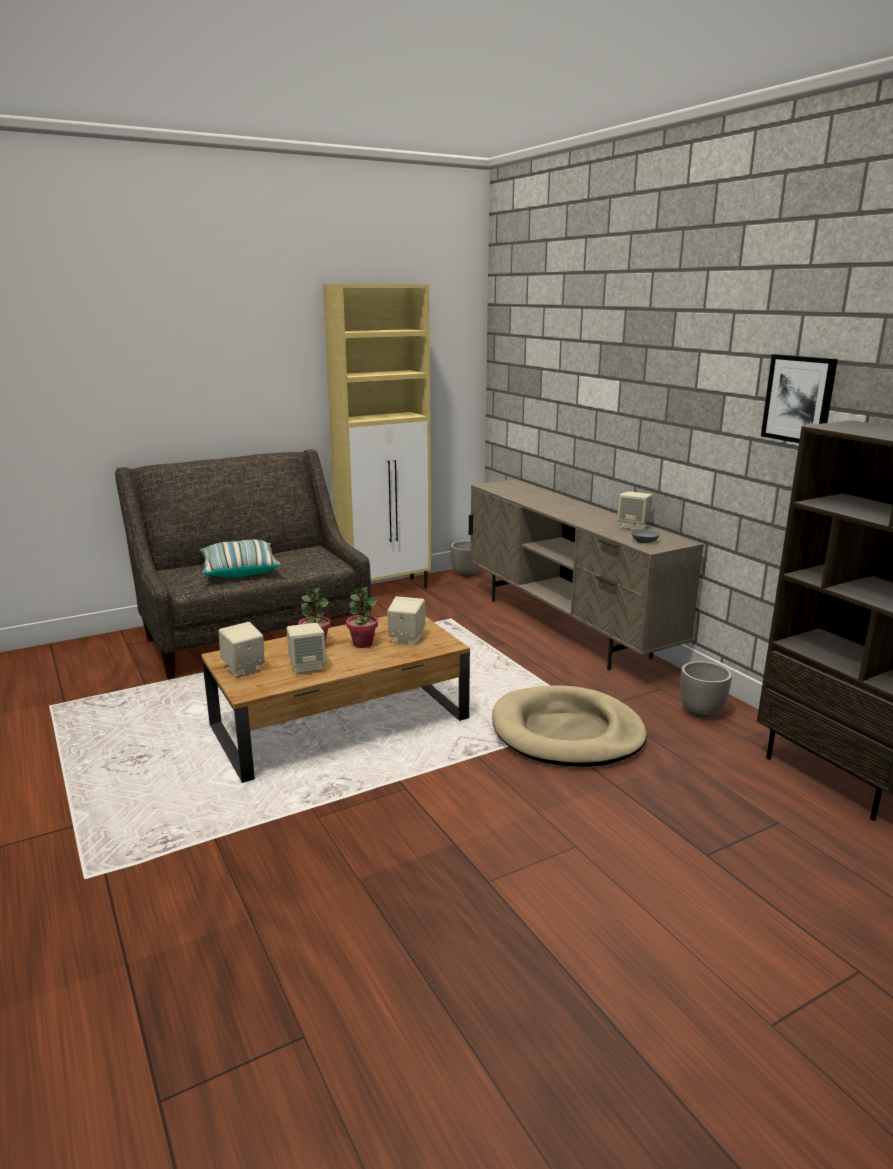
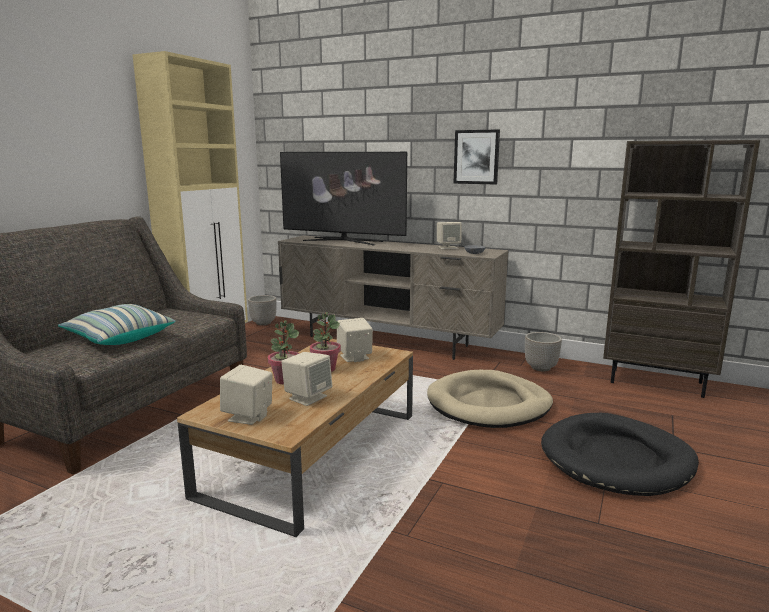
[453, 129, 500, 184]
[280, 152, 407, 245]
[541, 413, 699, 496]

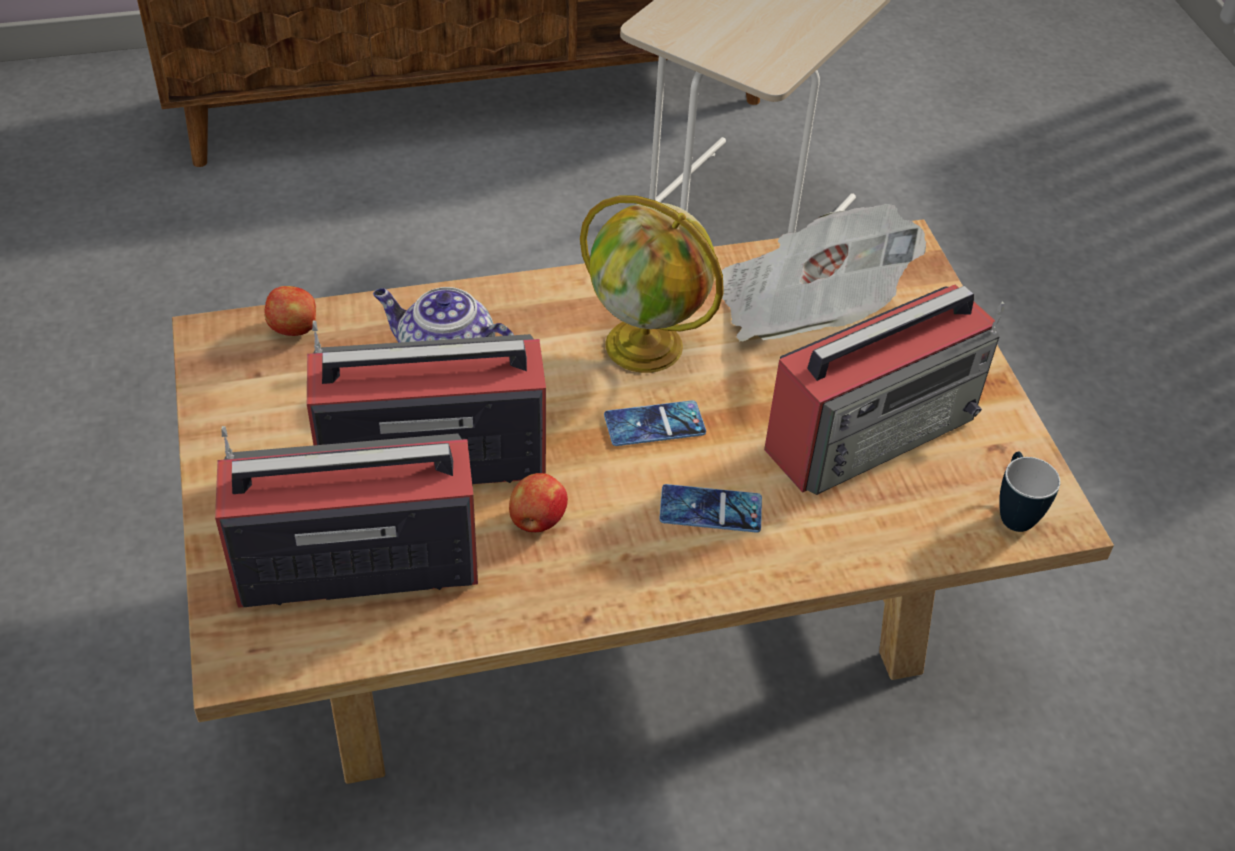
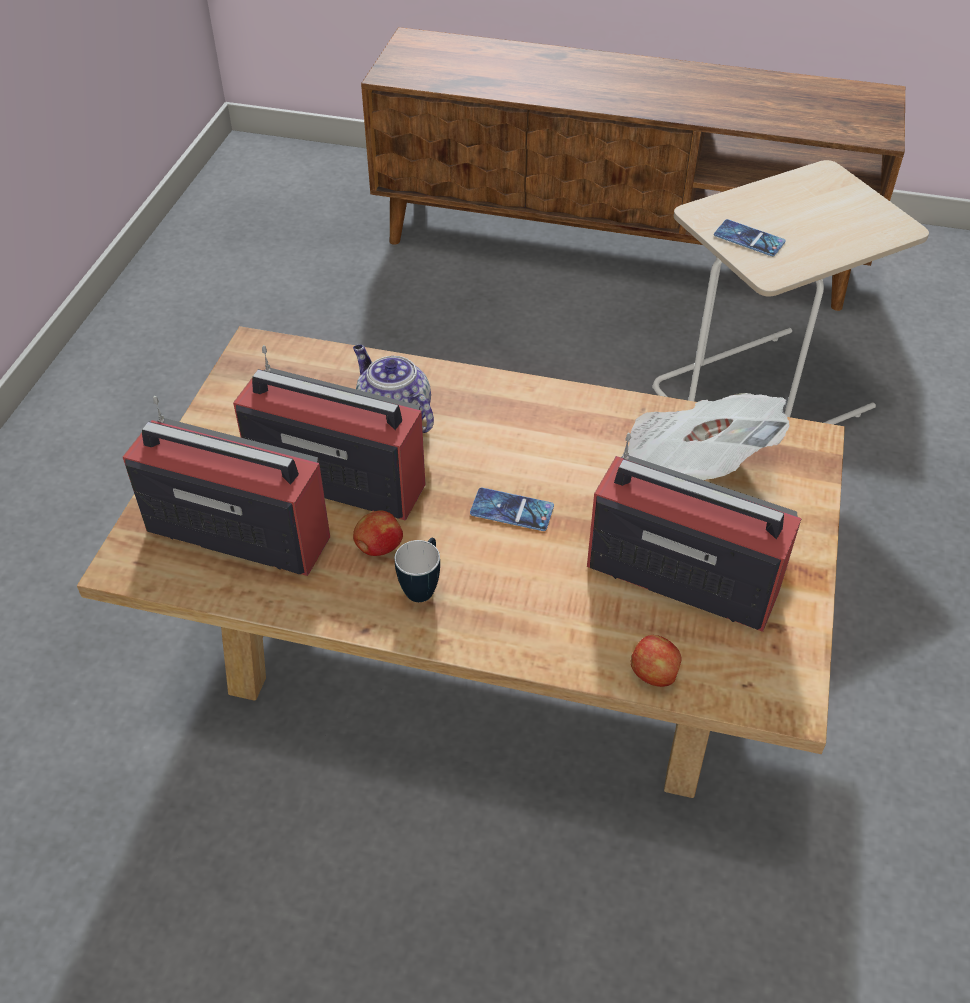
[580, 195, 724, 373] (first image)
[587, 432, 802, 632]
[631, 635, 682, 687]
[395, 538, 440, 602]
[714, 219, 786, 256]

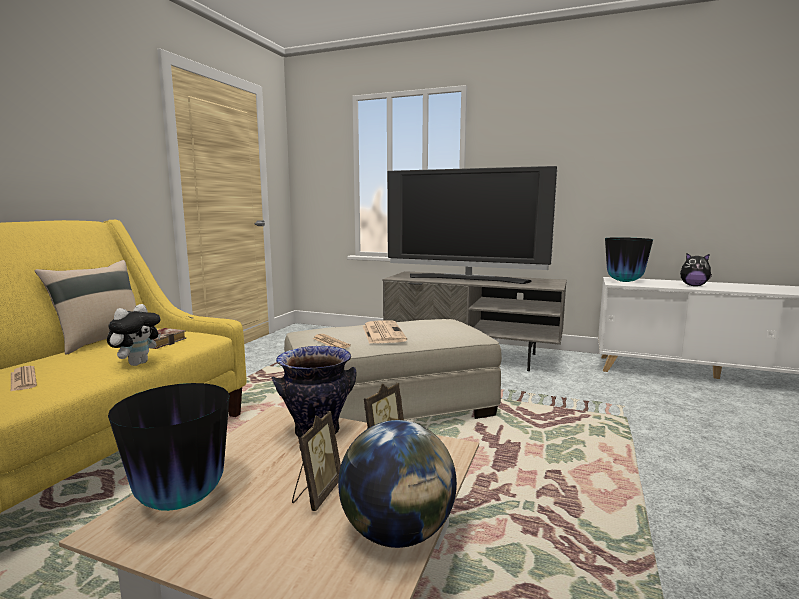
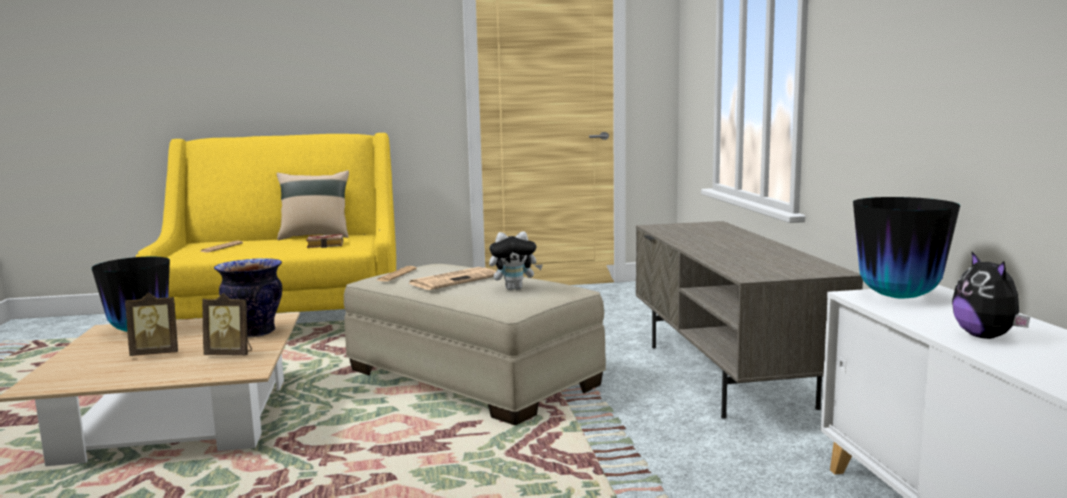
[388, 166, 557, 284] (first image)
[489, 231, 543, 290]
[338, 420, 457, 548] (first image)

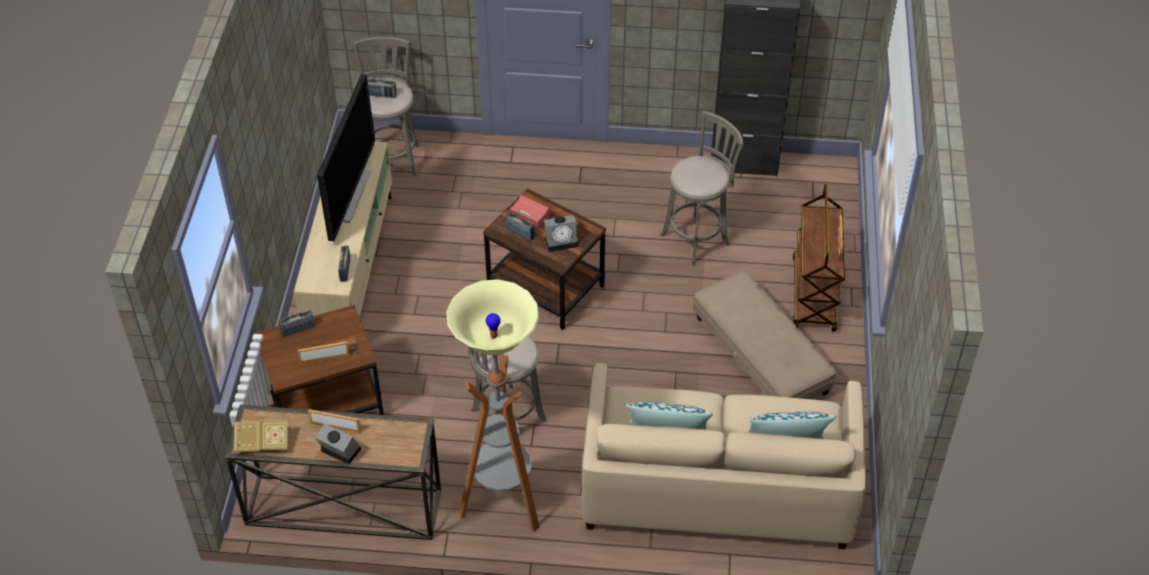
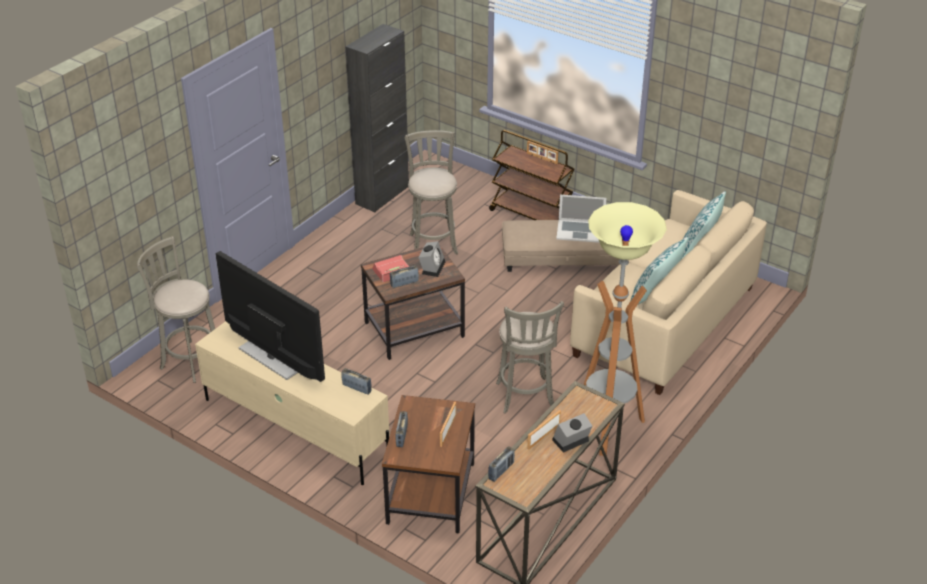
[488, 446, 515, 482]
[234, 420, 288, 452] (first image)
[556, 195, 606, 243]

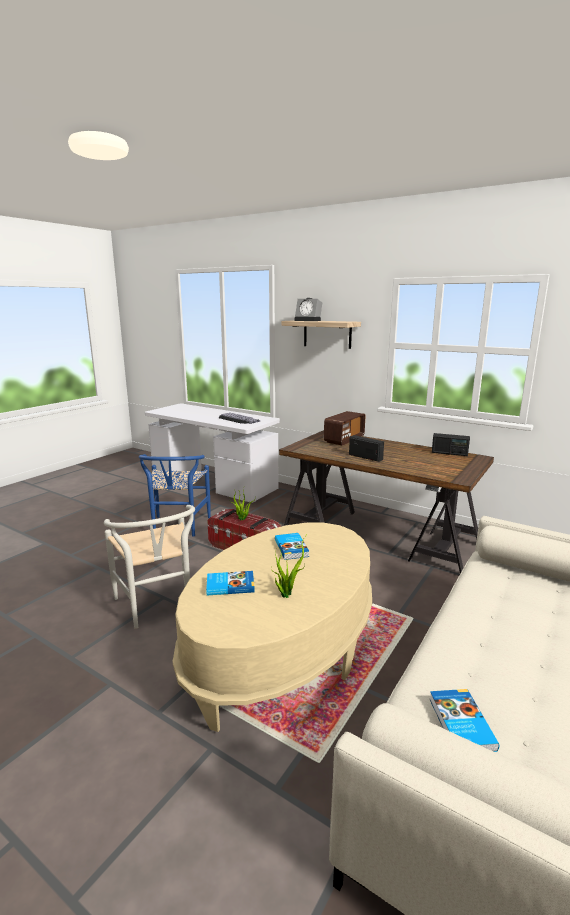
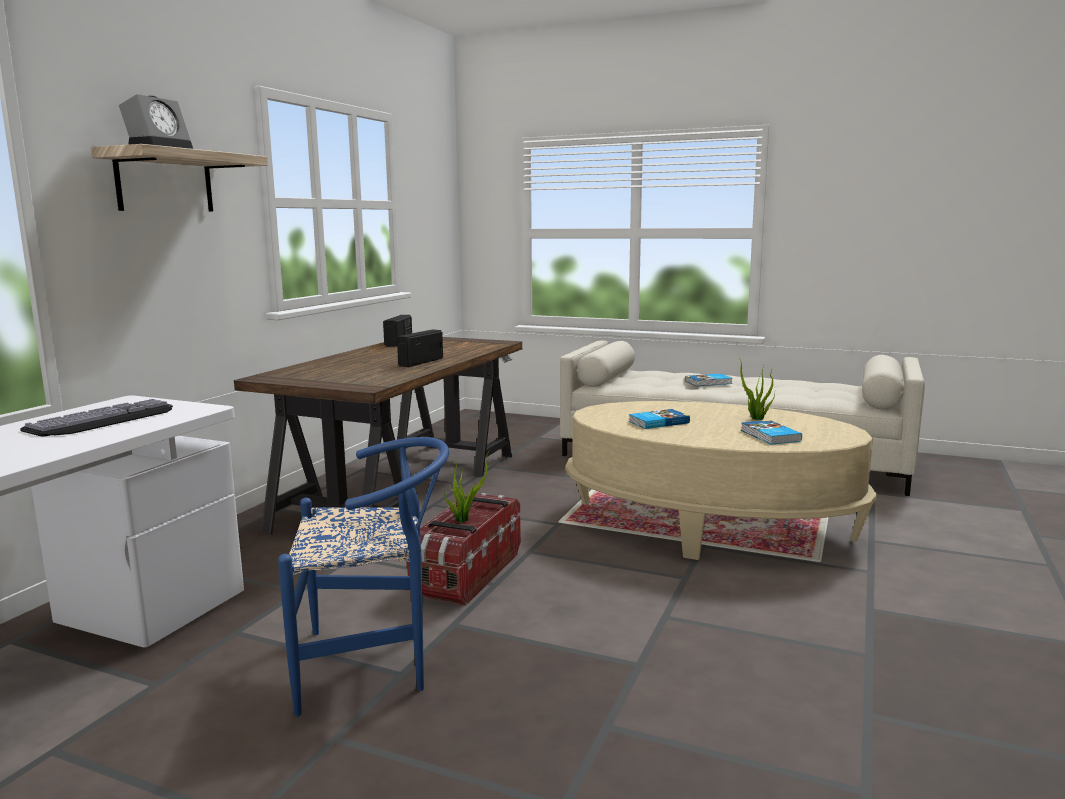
[324, 411, 365, 446] (first image)
[104, 505, 195, 629] (first image)
[685, 374, 732, 386]

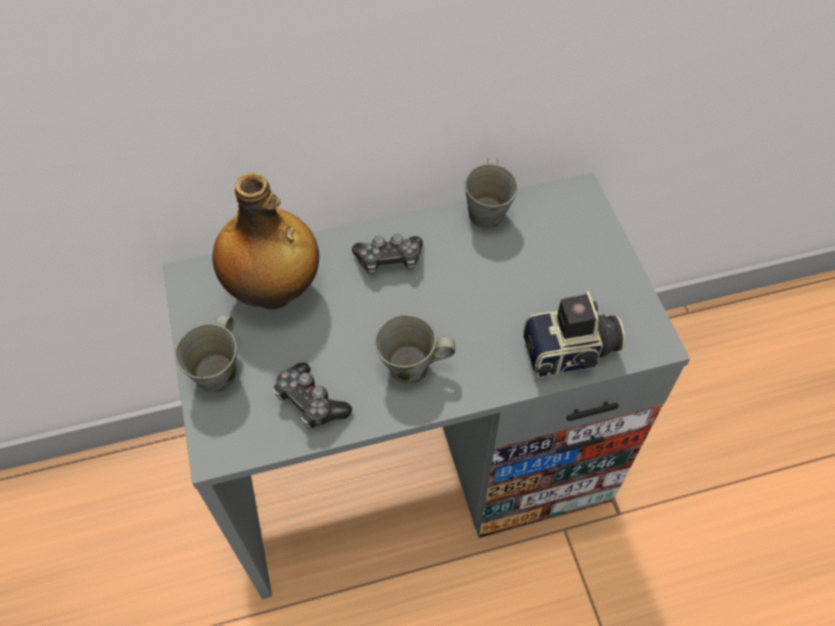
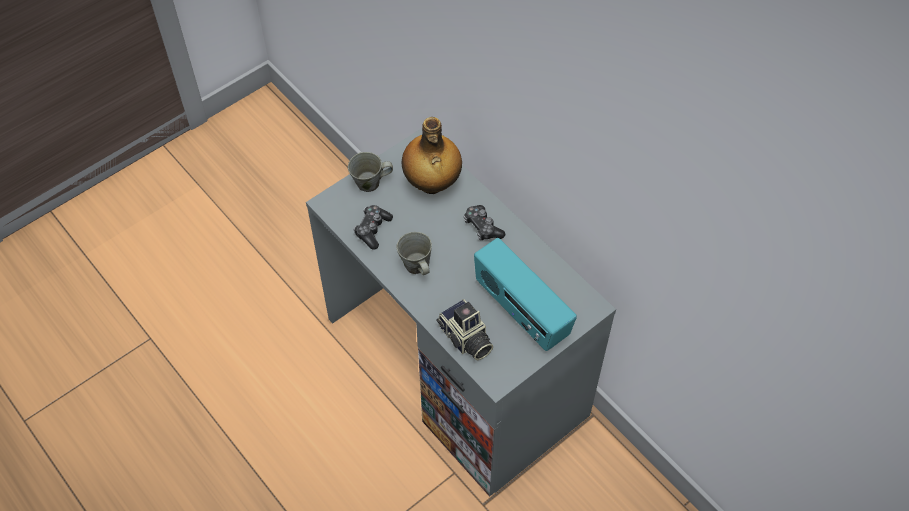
[465, 158, 518, 228] (first image)
[474, 238, 577, 351]

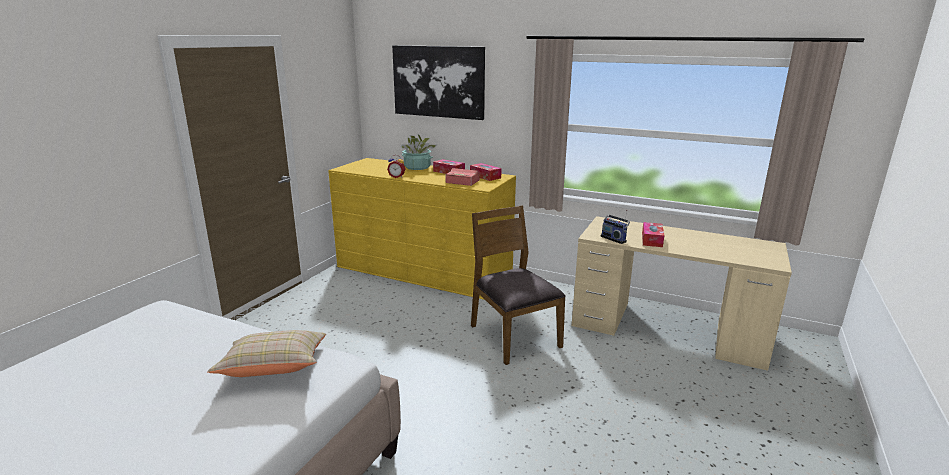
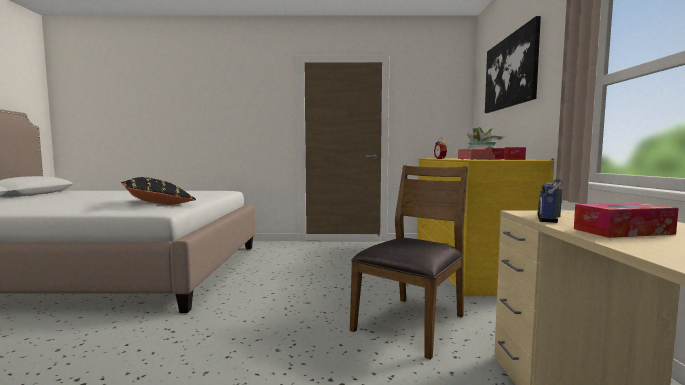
[121, 177, 196, 205]

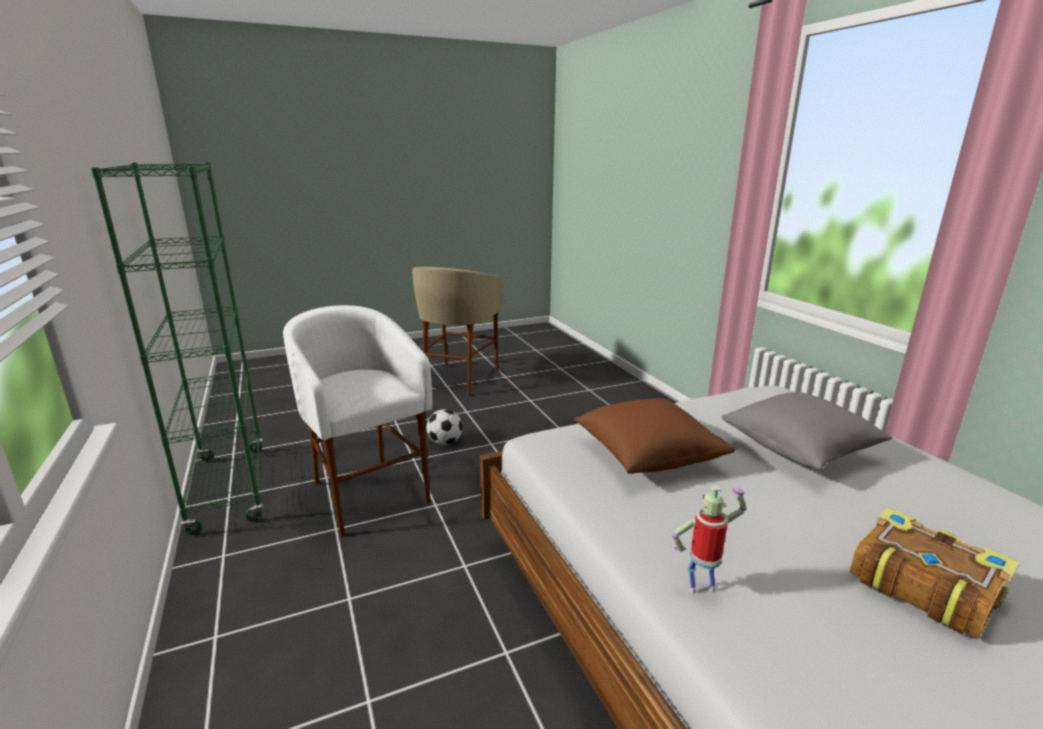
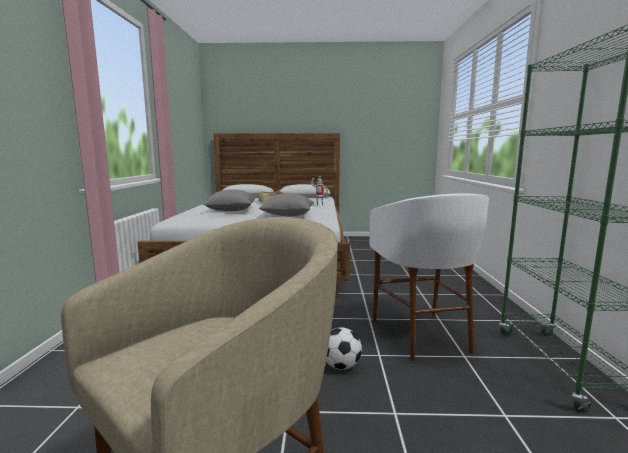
[259, 193, 314, 216]

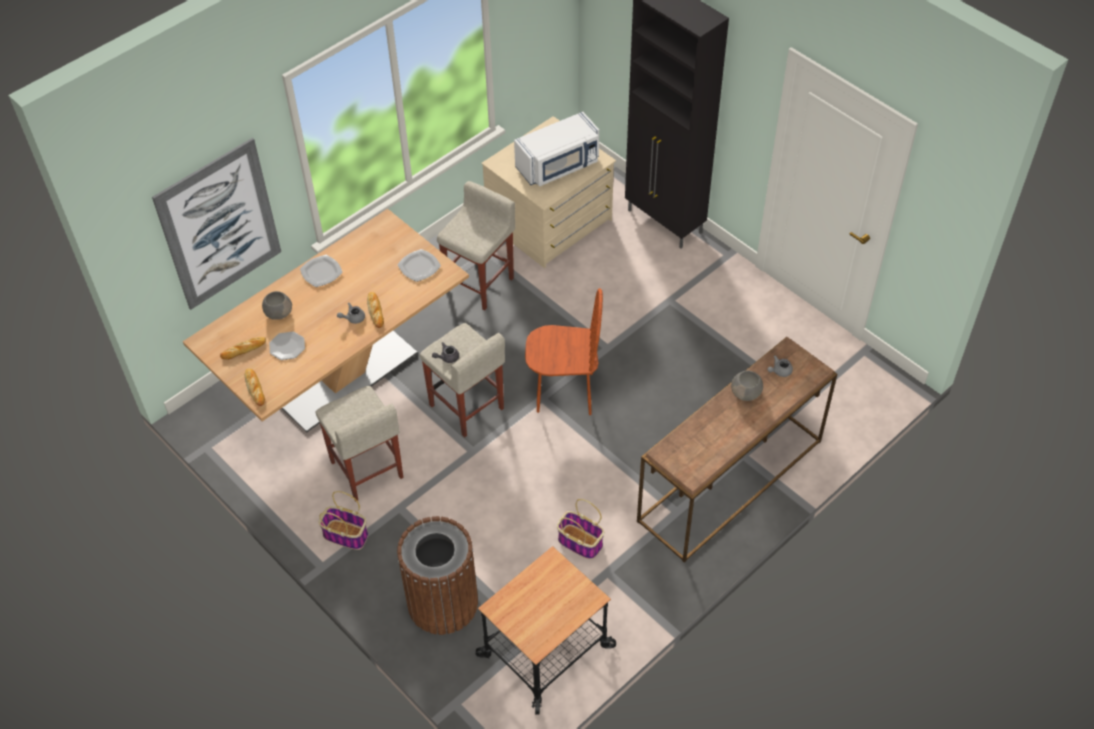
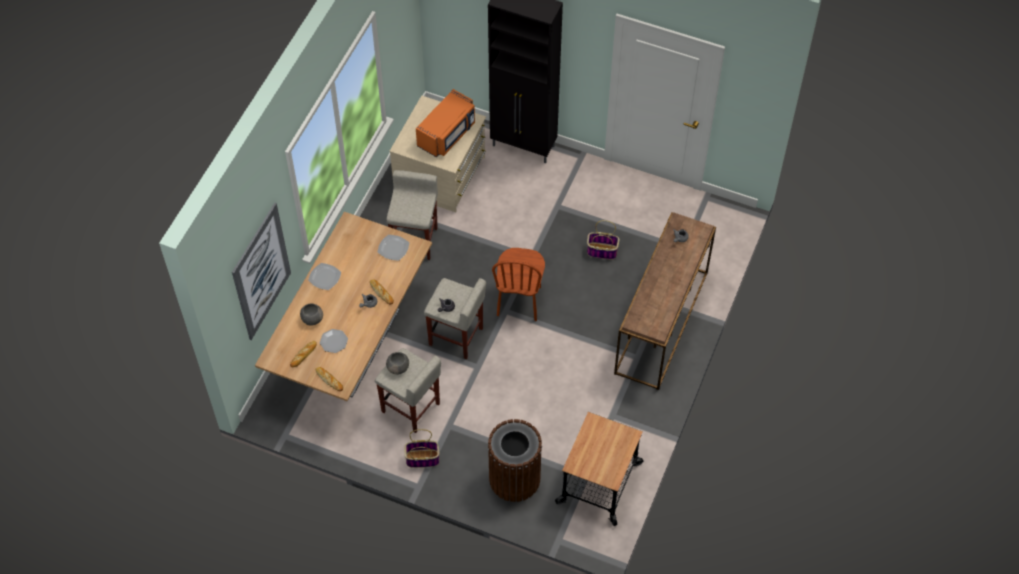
[416, 89, 475, 157]
[492, 248, 545, 321]
[386, 352, 409, 375]
[587, 220, 620, 260]

